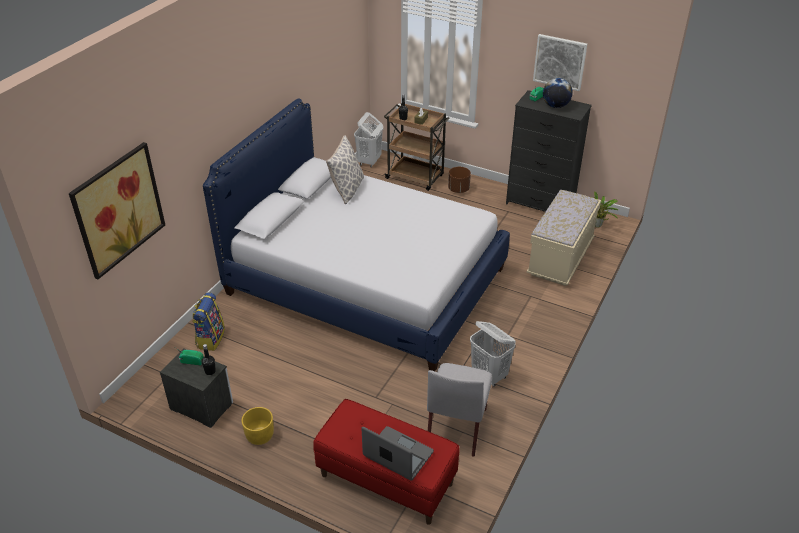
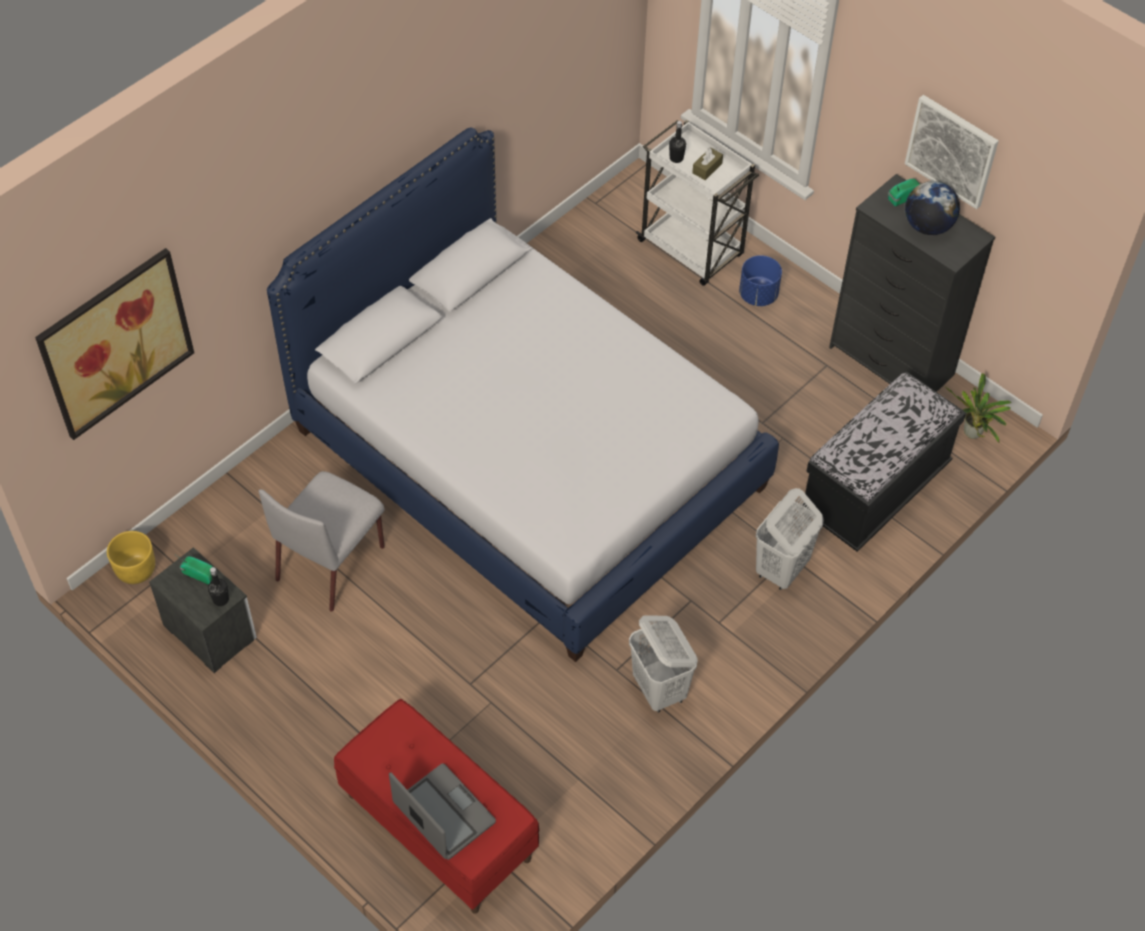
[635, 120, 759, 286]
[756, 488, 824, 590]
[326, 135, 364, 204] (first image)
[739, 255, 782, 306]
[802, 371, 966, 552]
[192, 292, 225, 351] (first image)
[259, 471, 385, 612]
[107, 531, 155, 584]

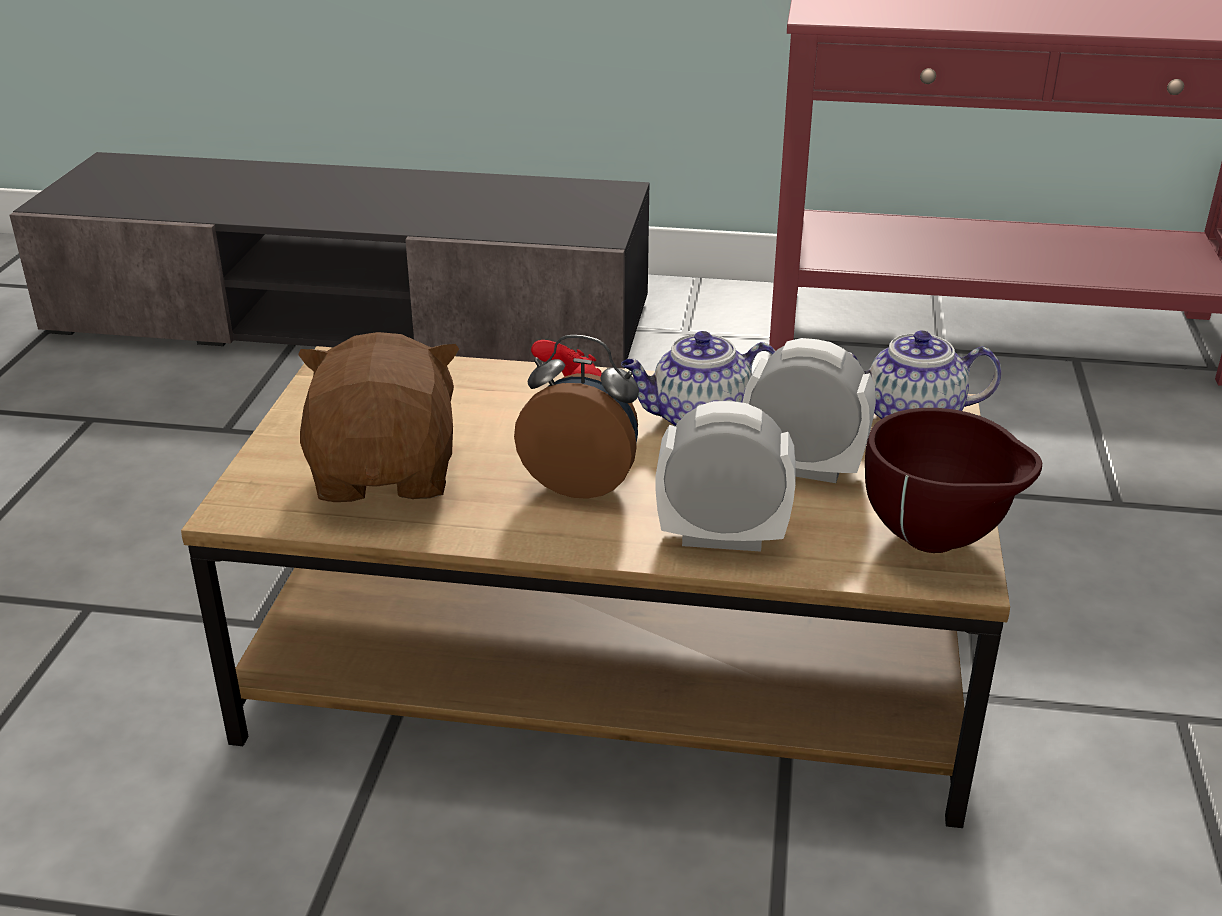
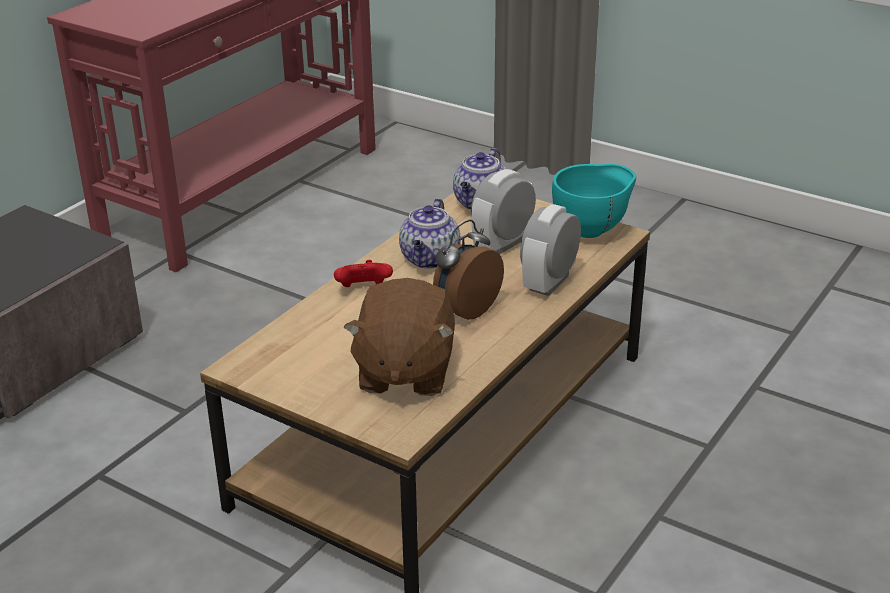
[343, 278, 455, 396]
[552, 164, 636, 238]

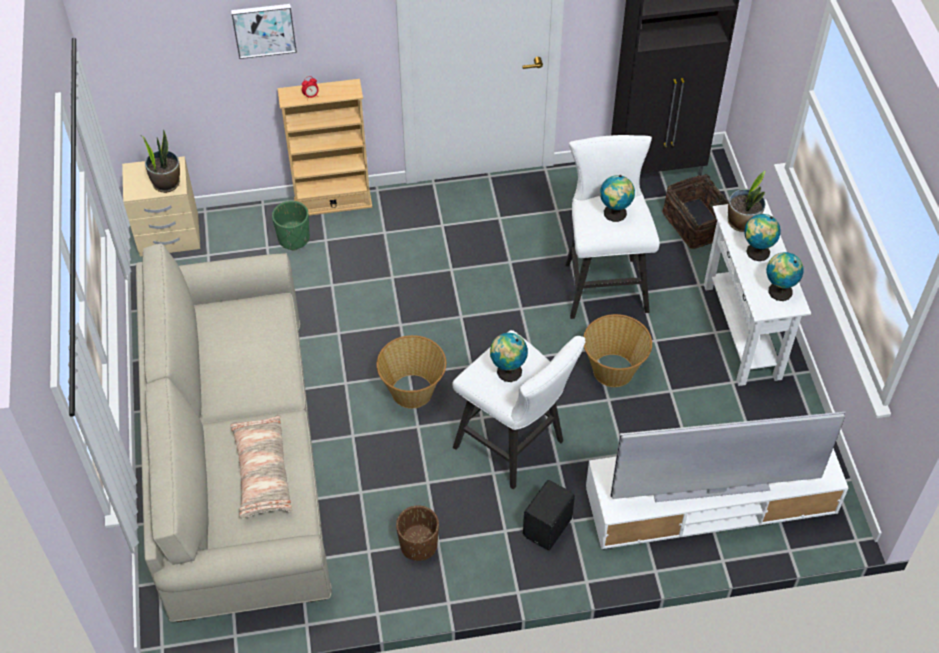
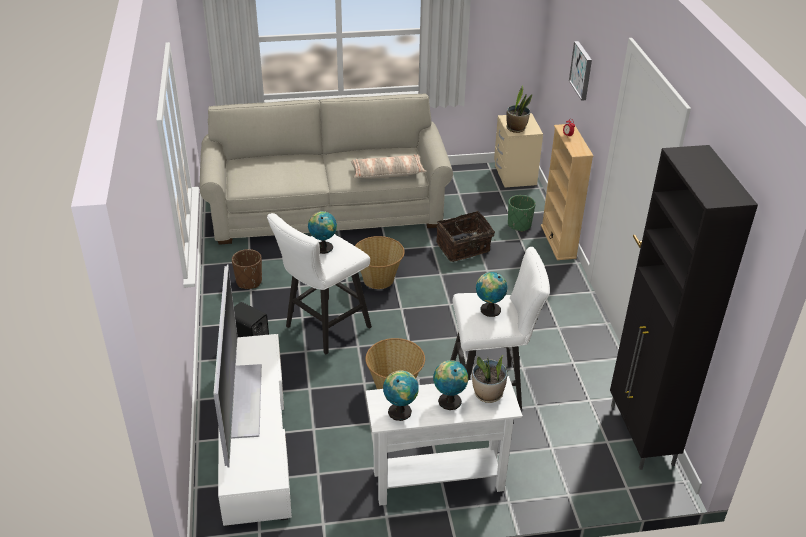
[436, 211, 496, 262]
[351, 154, 427, 178]

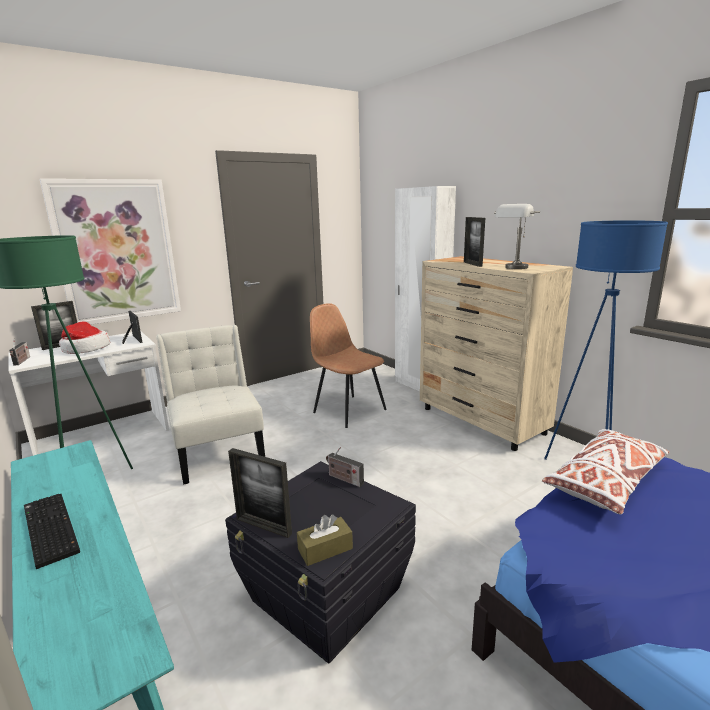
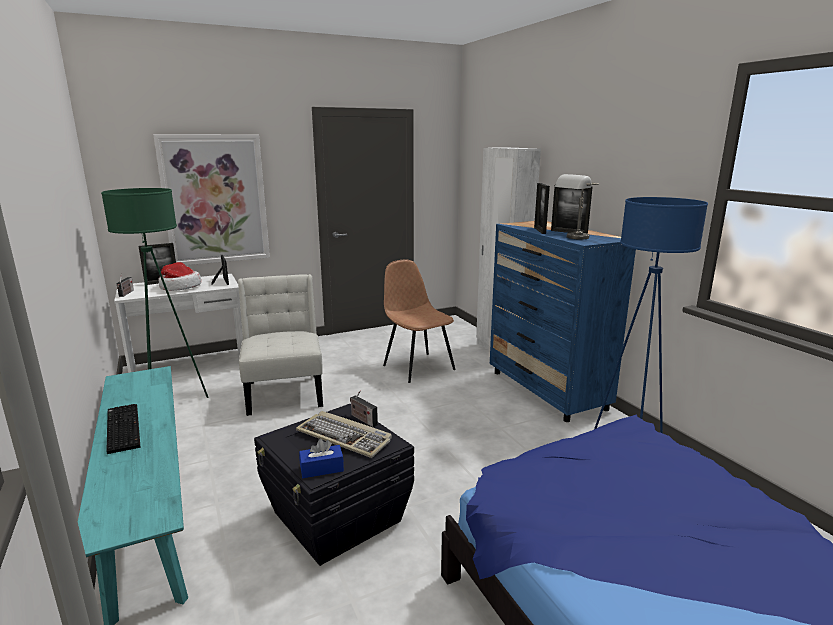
[490, 221, 636, 422]
[542, 429, 669, 514] (first image)
[551, 186, 593, 234]
[299, 439, 344, 478]
[296, 411, 392, 458]

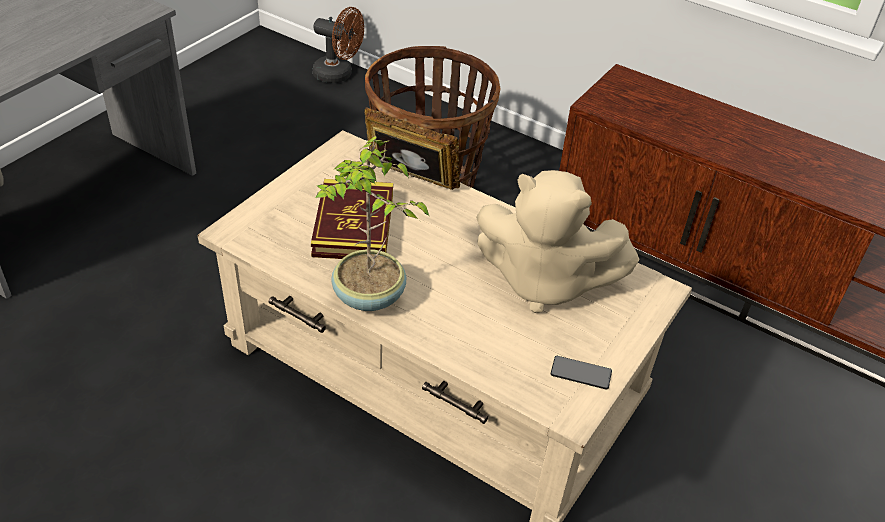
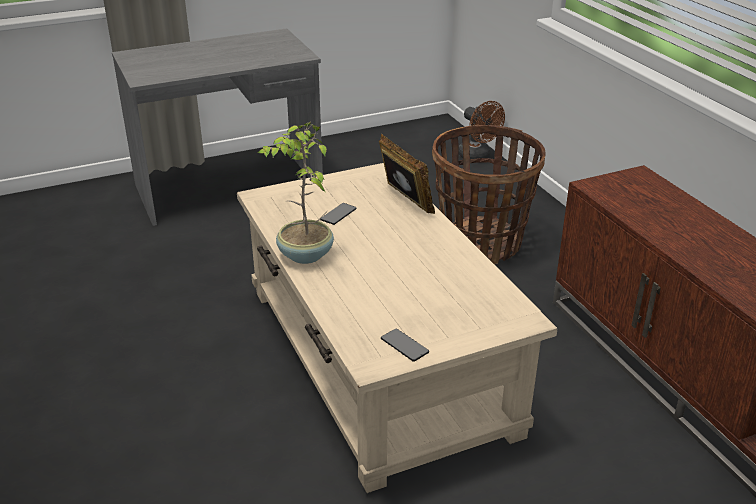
[476, 170, 639, 313] (first image)
[320, 203, 357, 225]

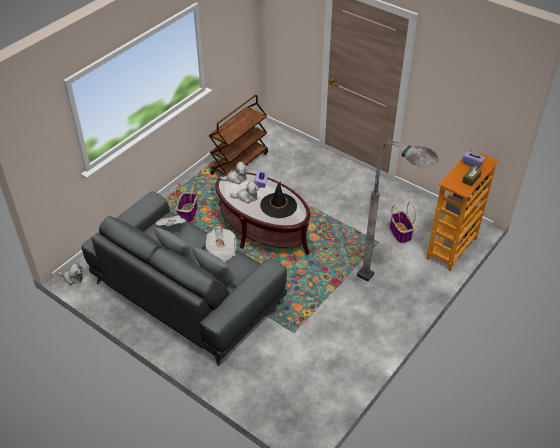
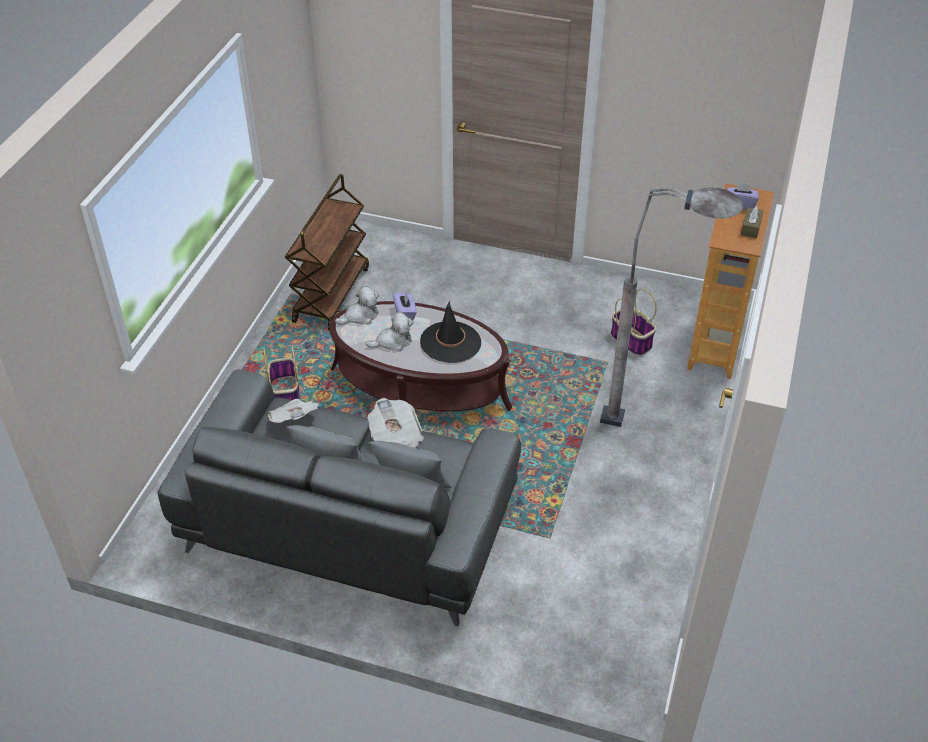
[57, 263, 84, 285] (first image)

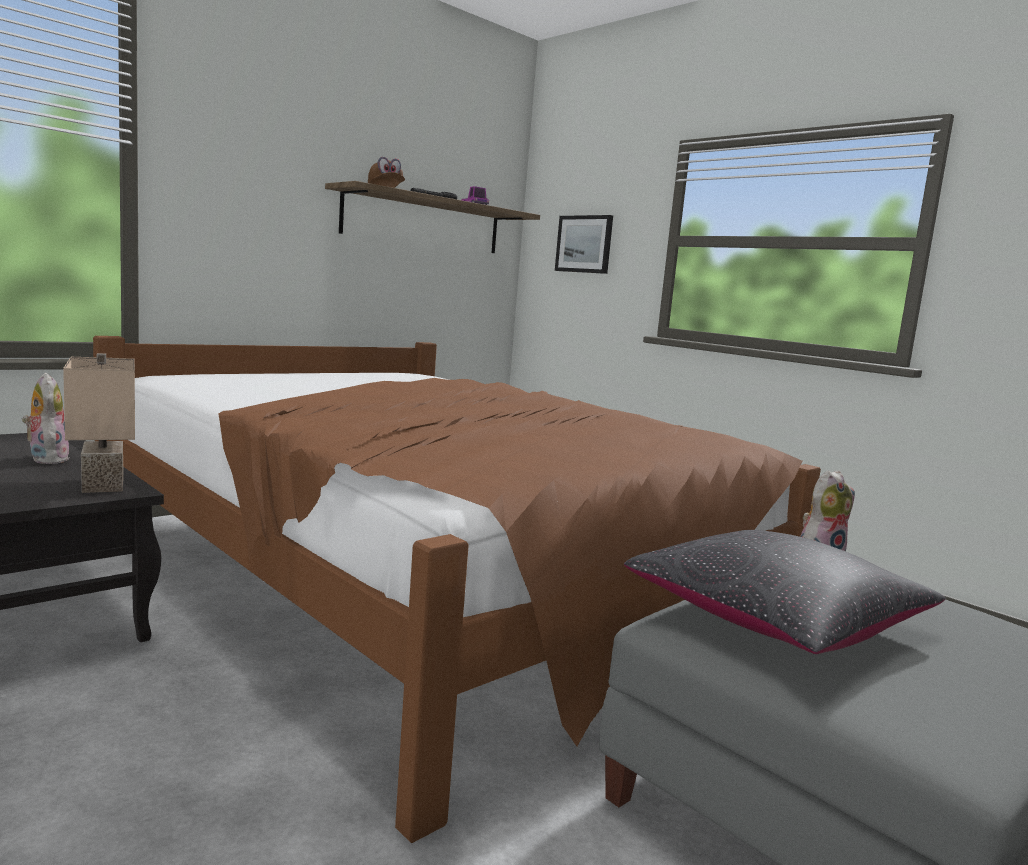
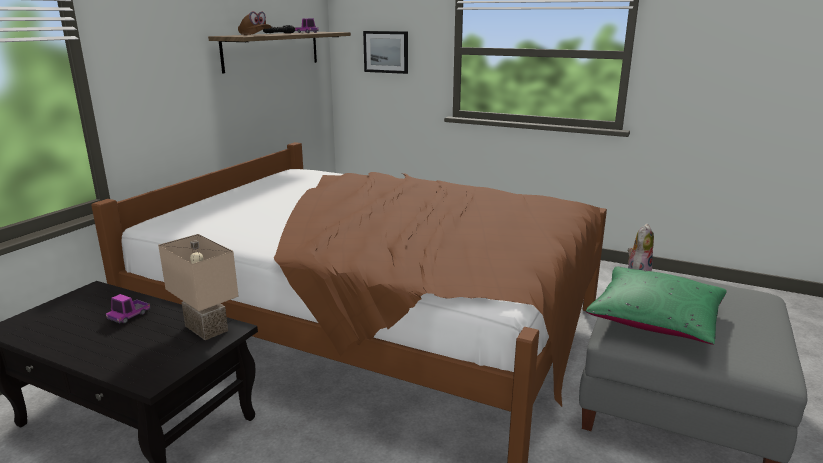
[106, 294, 151, 323]
[586, 266, 726, 344]

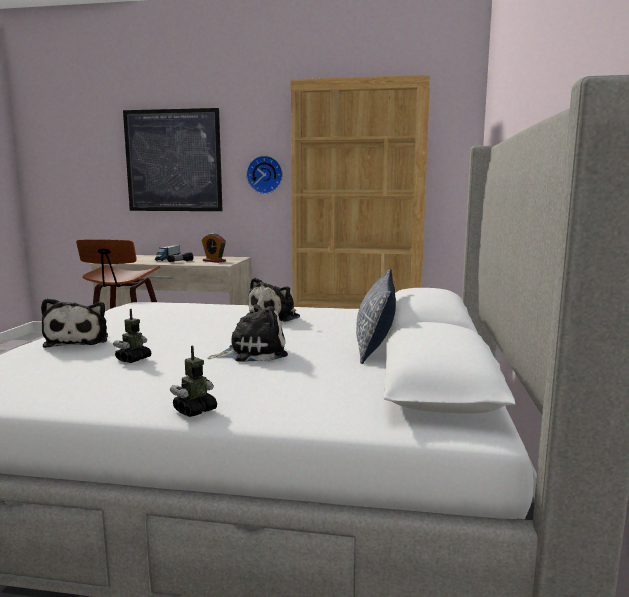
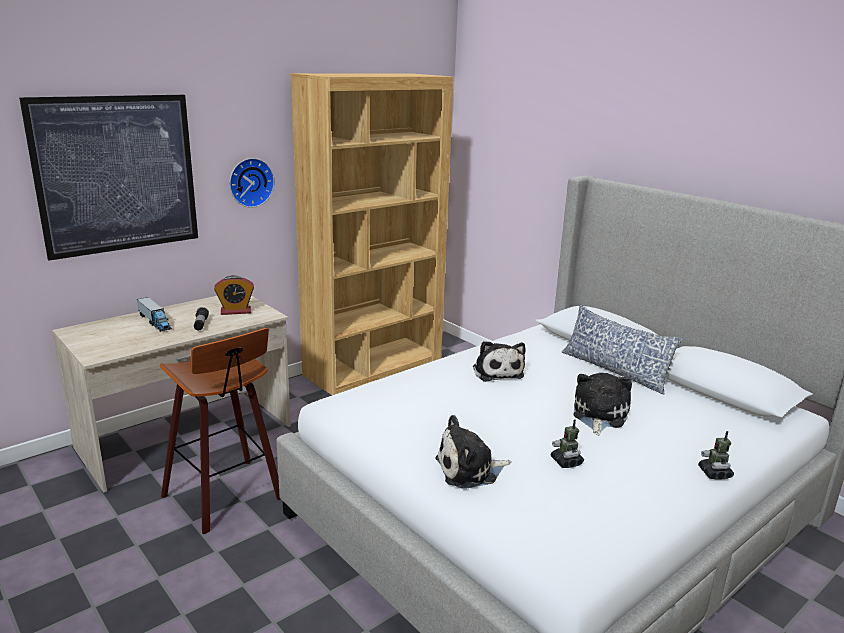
[435, 415, 511, 488]

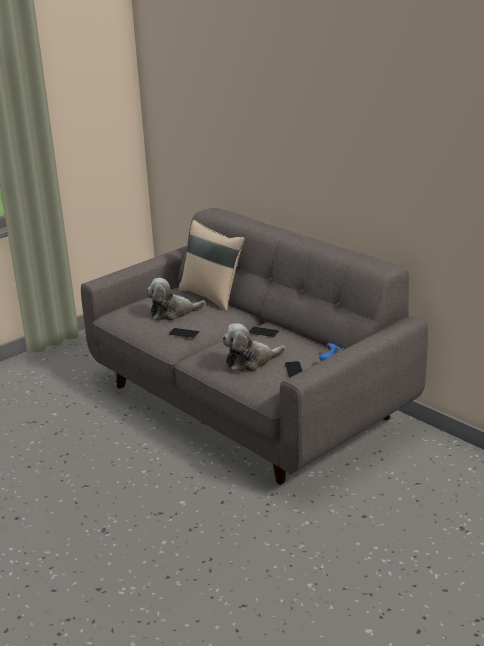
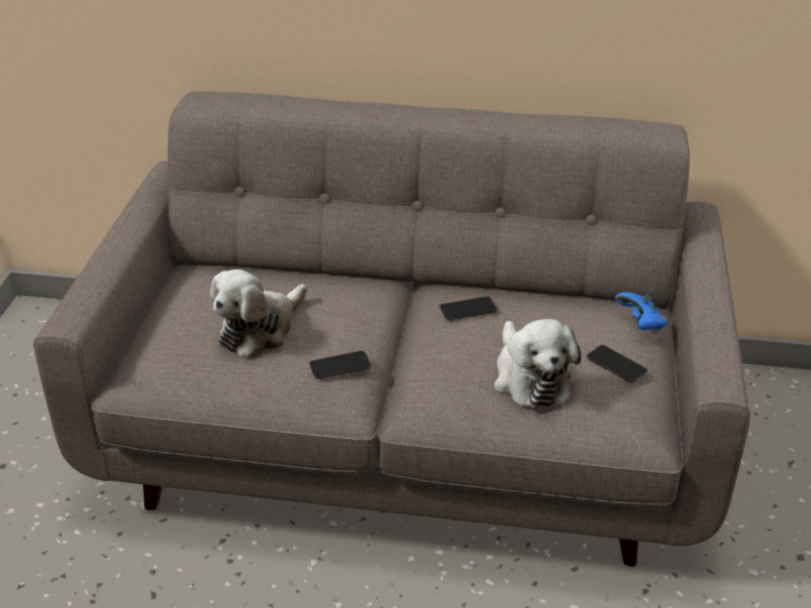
[179, 220, 245, 311] (first image)
[494, 319, 581, 409]

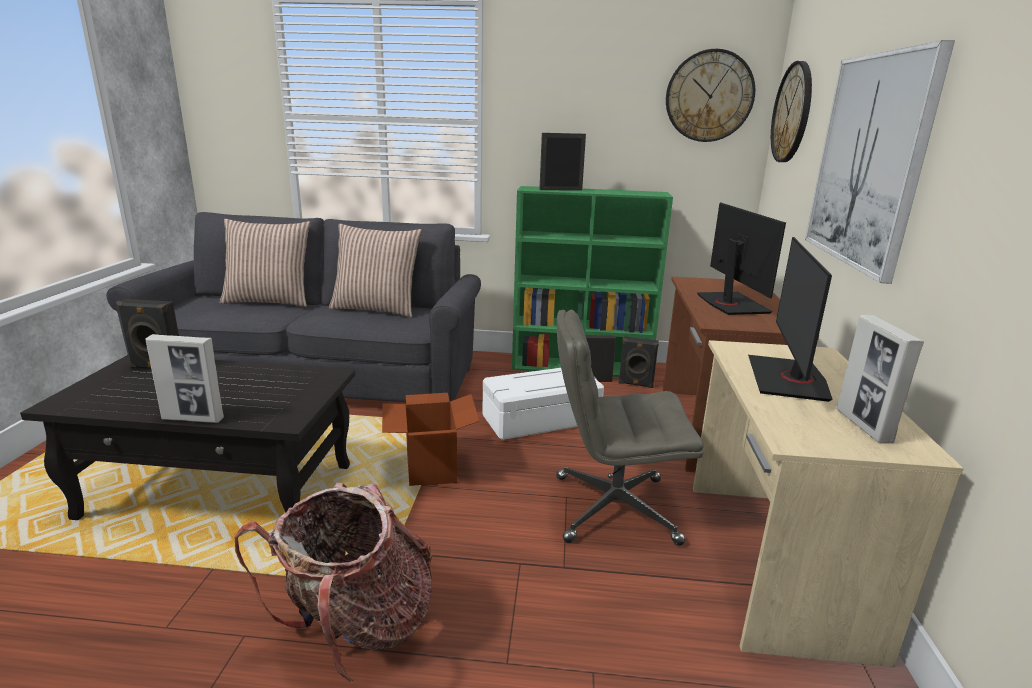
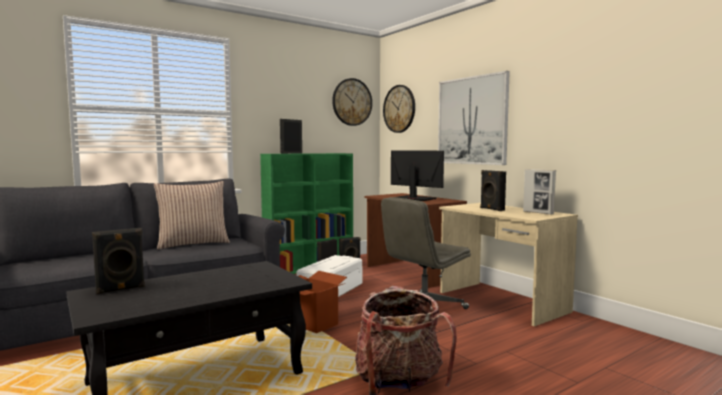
[220, 219, 311, 307] (first image)
[480, 170, 506, 211]
[145, 334, 224, 423] (first image)

